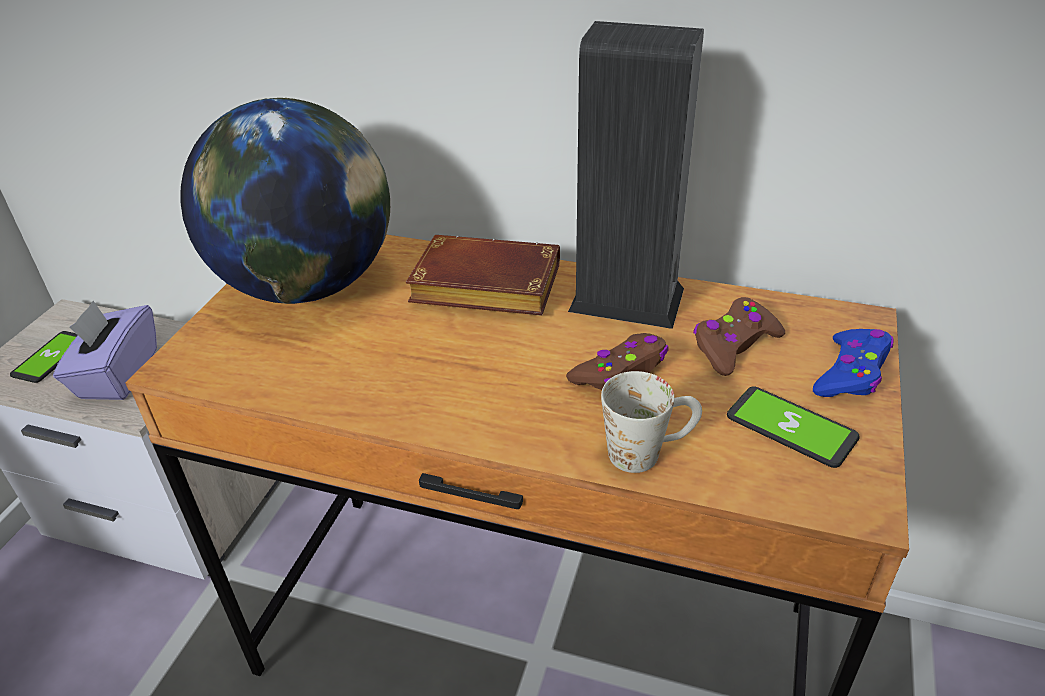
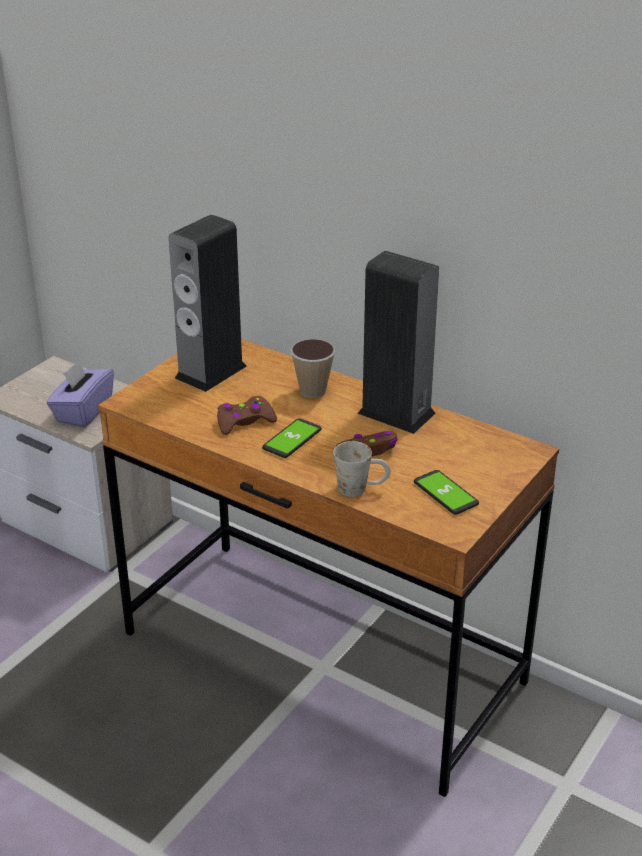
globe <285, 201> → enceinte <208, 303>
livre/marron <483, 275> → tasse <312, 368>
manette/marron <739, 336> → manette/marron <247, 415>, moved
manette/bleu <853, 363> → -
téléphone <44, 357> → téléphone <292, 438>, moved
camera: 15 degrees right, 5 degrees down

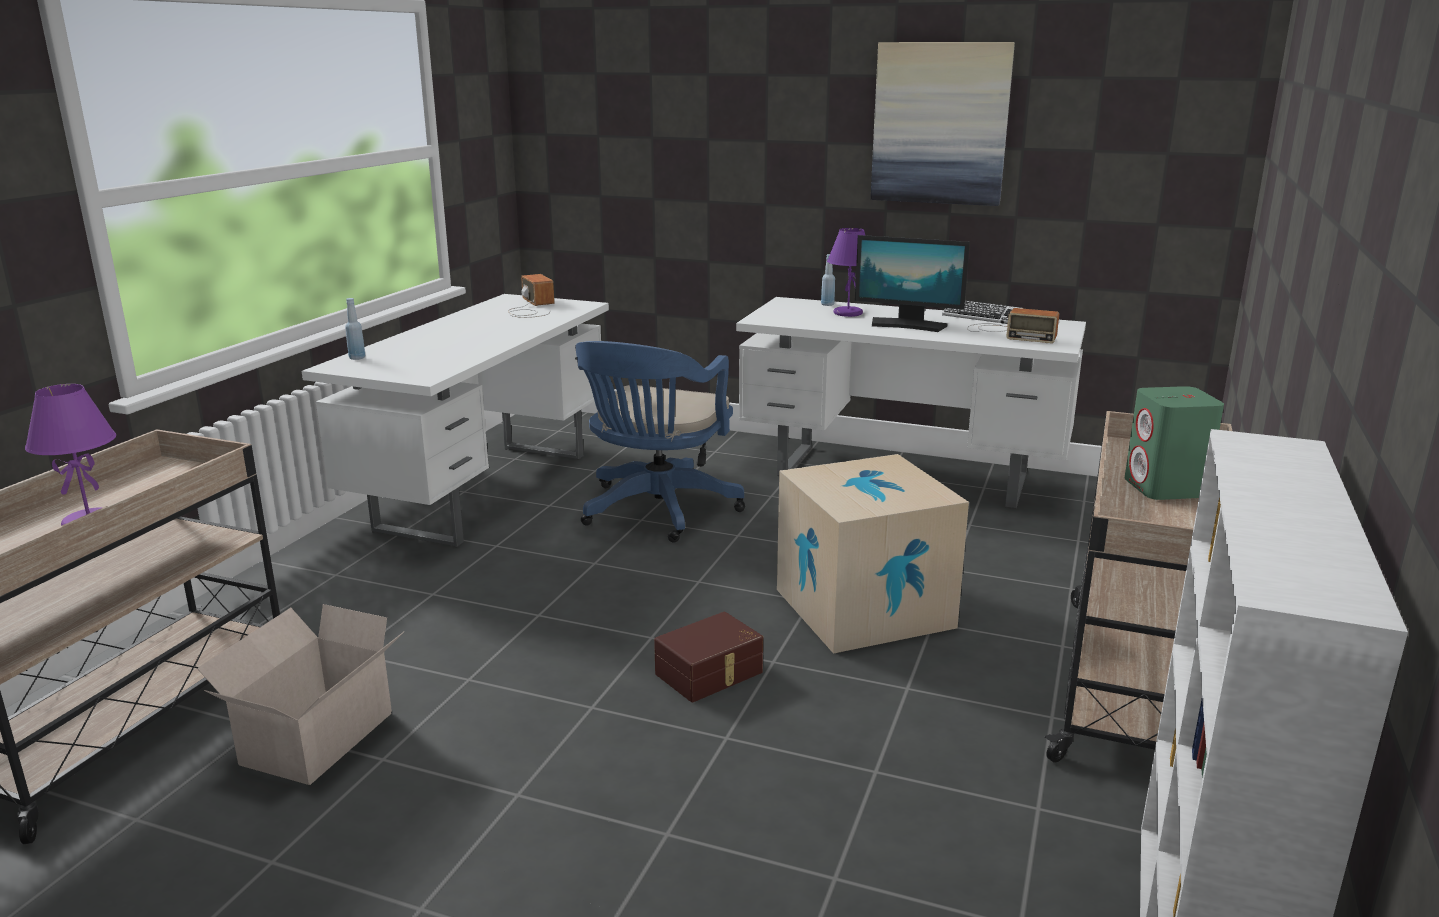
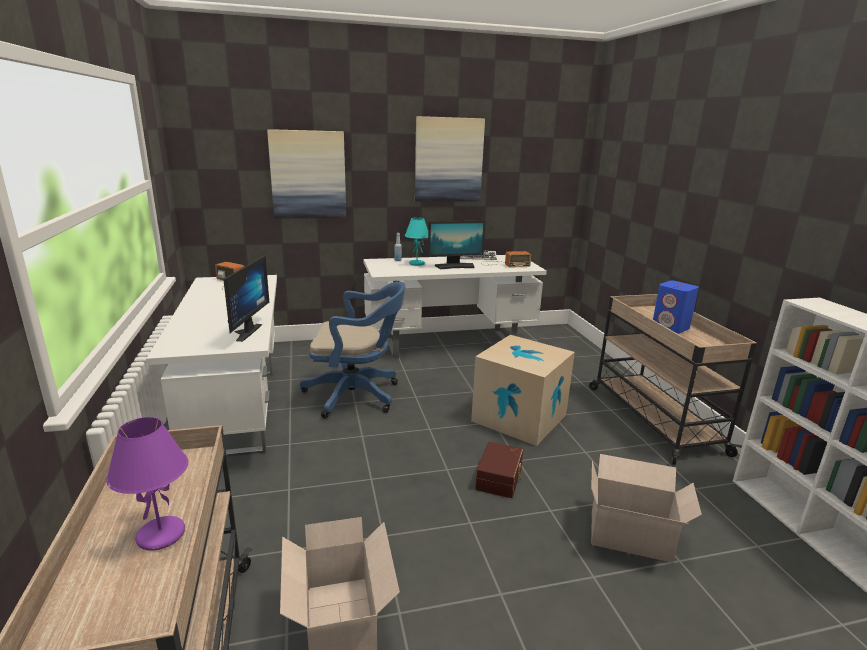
lampe de table/violet <846, 272> → lampe de table/turquoise <416, 241>
bouteille/bleu <355, 329> → -
chaise de bureau/bleu <660, 441> → chaise de bureau/bleu <353, 350>, 75 degrees counterclockwise
enceinte/vert <1174, 443> → enceinte/bleu <676, 307>
- → tableau <306, 174>
- → écran d'ordinateur <246, 298>
- → carton <646, 508>
camera: 35 degrees left, 0 degrees up

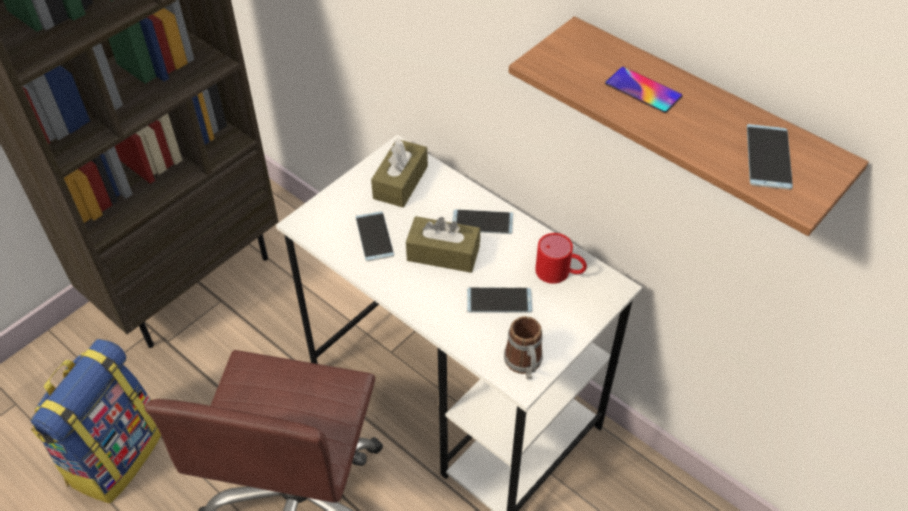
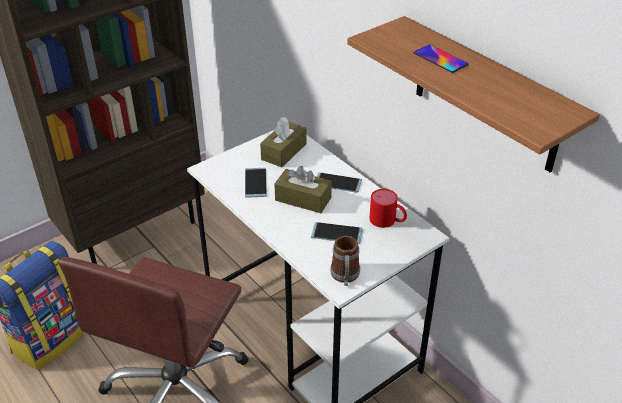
téléphone <770, 157> → -
camera: 10 degrees right, 10 degrees down

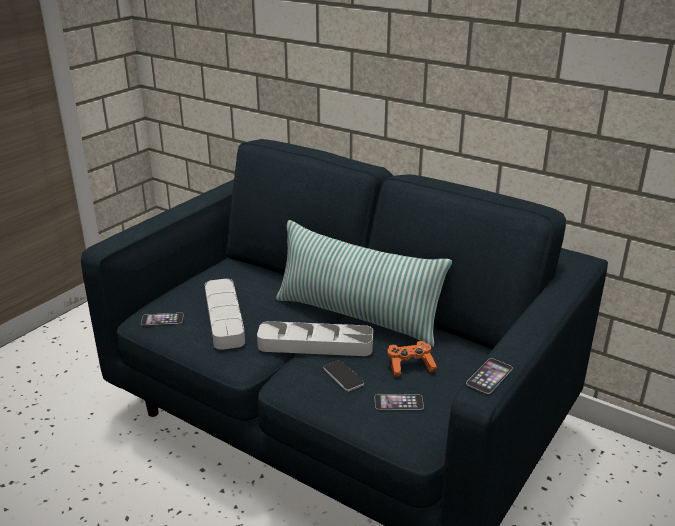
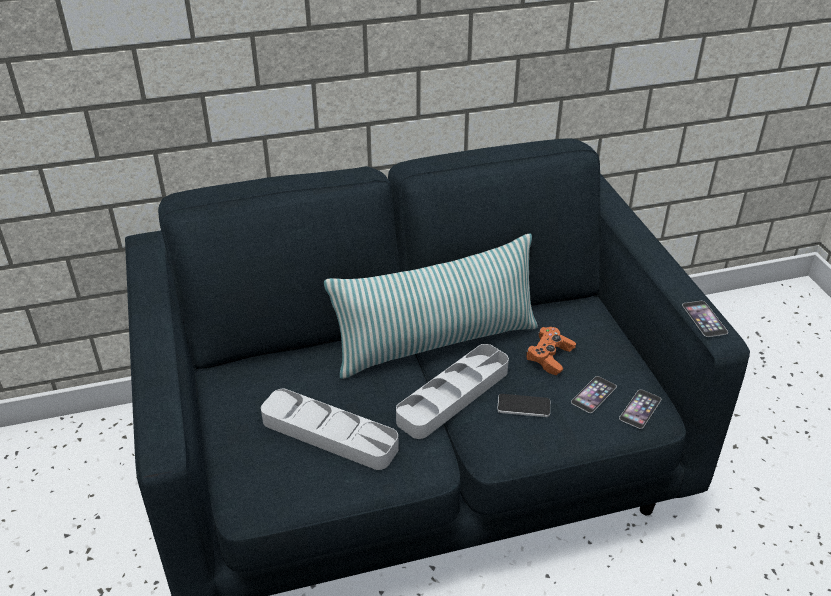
téléphone <162, 319> → téléphone <640, 409>, moved
camera: 50 degrees left, 10 degrees up

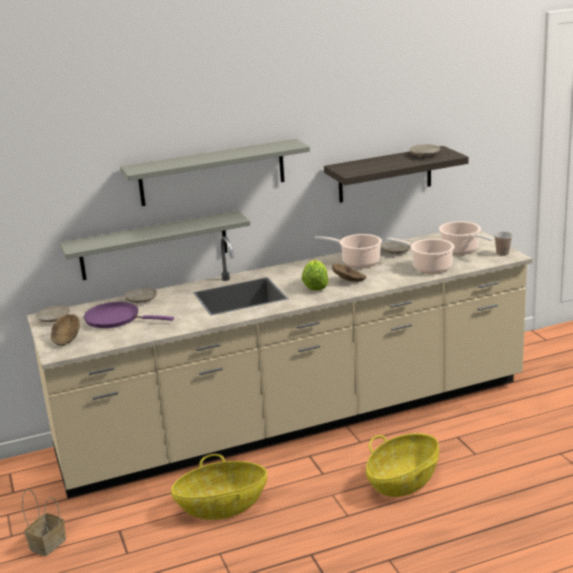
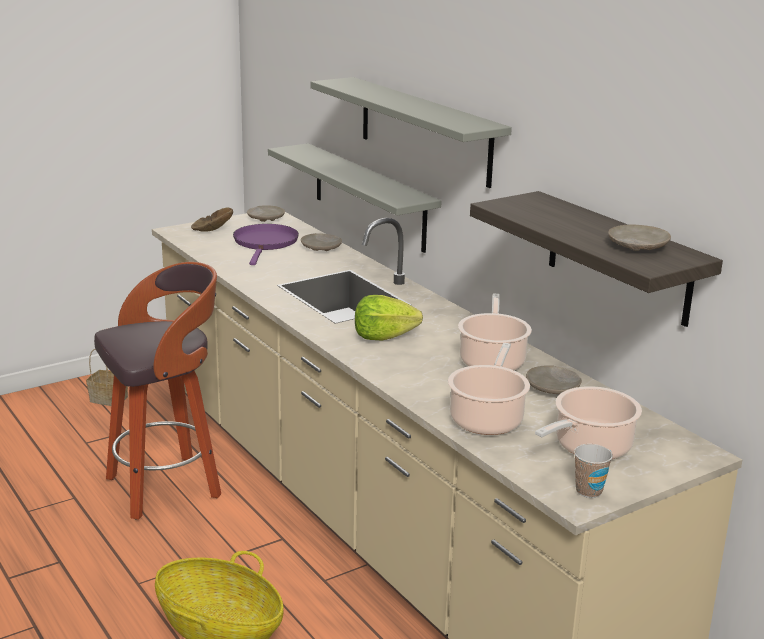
bol/marron <349, 272> → -
panier <219, 487> → tabouret <157, 391>
camera: 75 degrees right, 0 degrees up

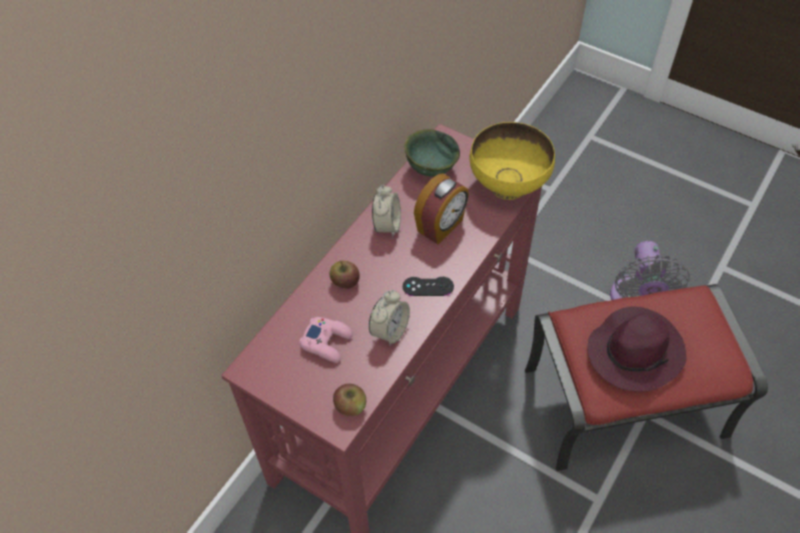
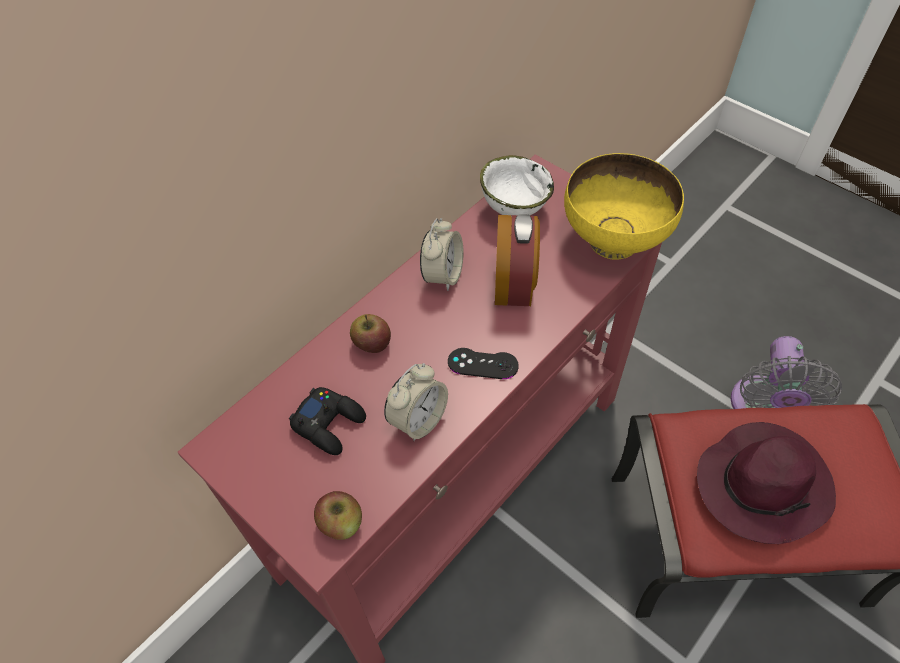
bol/vert <432, 153> → bol/blanc <517, 186>
réveil <441, 208> → réveil <517, 260>, 45 degrees counterclockwise
manette/rose <326, 339> → manette/noir <327, 421>
camera: 10 degrees right, 0 degrees up

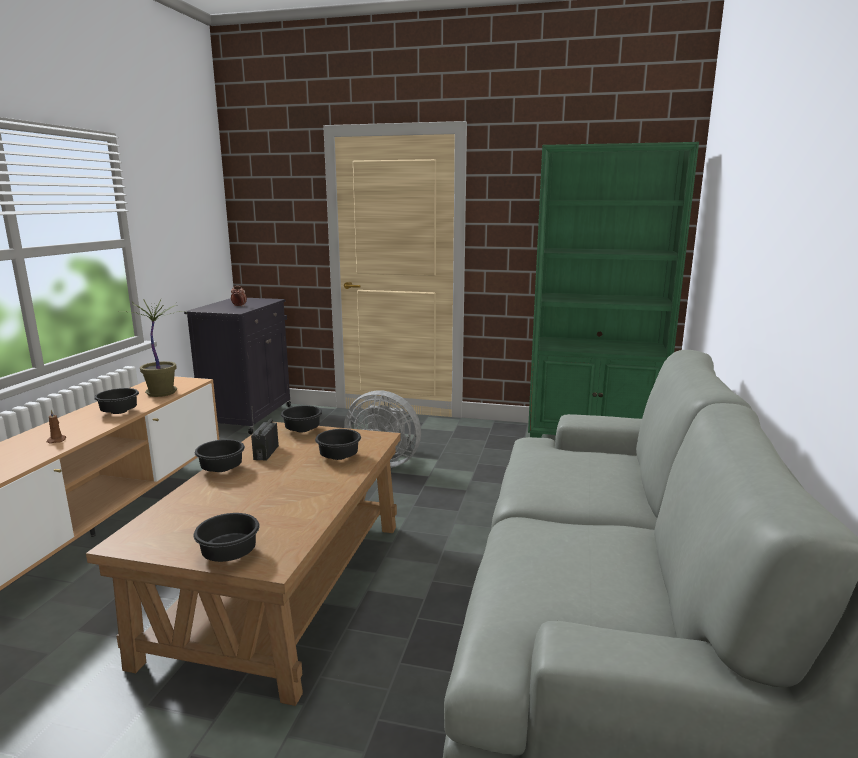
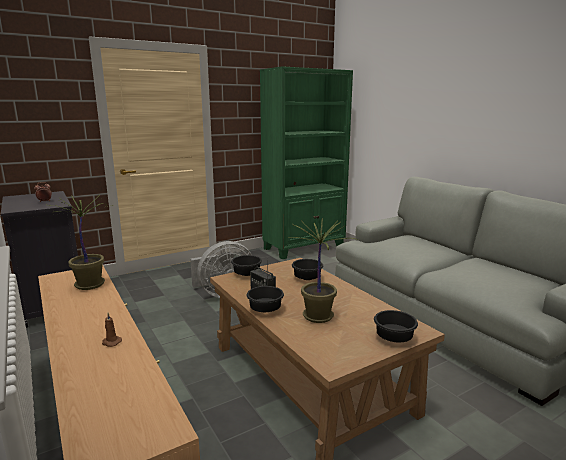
bol/noir <116, 401> → -
- → plante en pot <323, 270>
camera: 45 degrees left, 0 degrees up

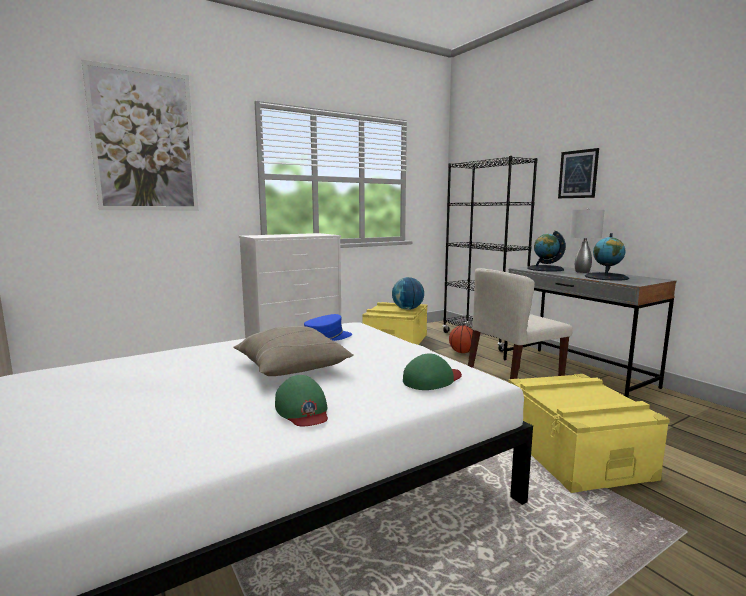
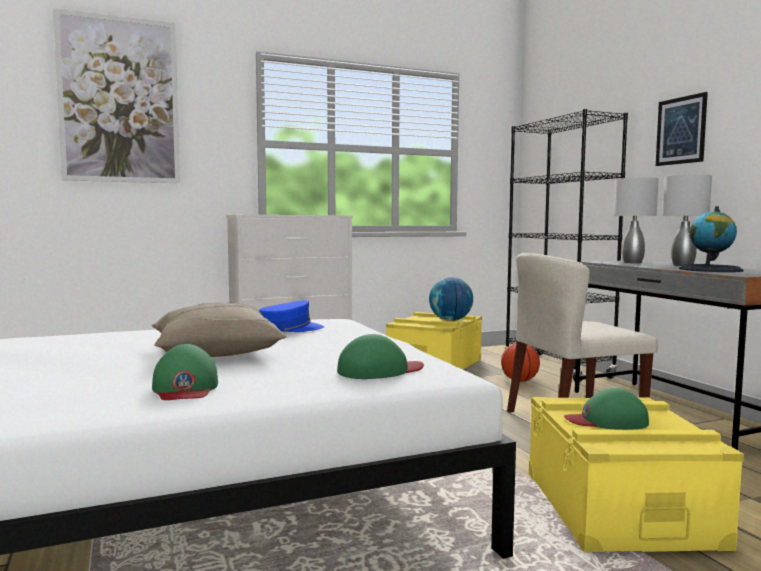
globe <546, 251> → lampe de table/gris <636, 220>
- → casquette/vert <606, 409>
camera: 10 degrees right, 5 degrees down

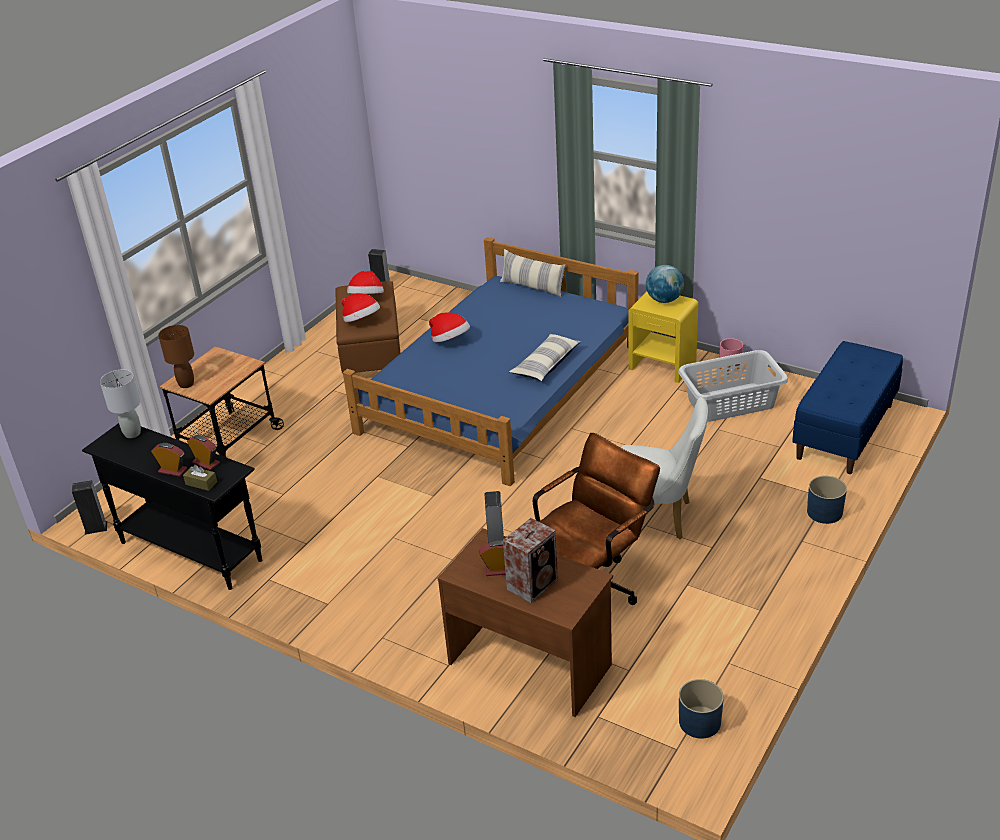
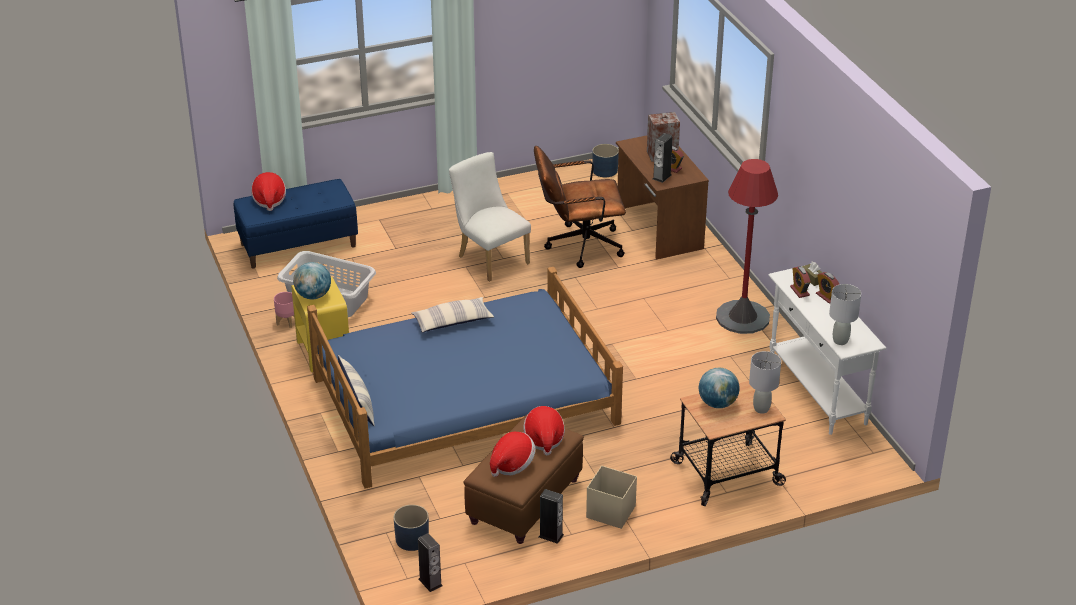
chapeau <449, 327> → chapeau <268, 191>, moved
lampe de table/marron <176, 356> → lampe de table/gris <765, 382>
table console/noir <172, 506> → table console/blanc <827, 350>
cache-pot/bleu <827, 500> → cache-pot/bleu <411, 528>, moved
enceinte <90, 507> → enceinte <551, 516>, moved
- → lampadaire/rouge <747, 246>
- → globe <719, 388>
- → boîte de rangement/beige <611, 497>
camera: 145 degrees left, 0 degrees up

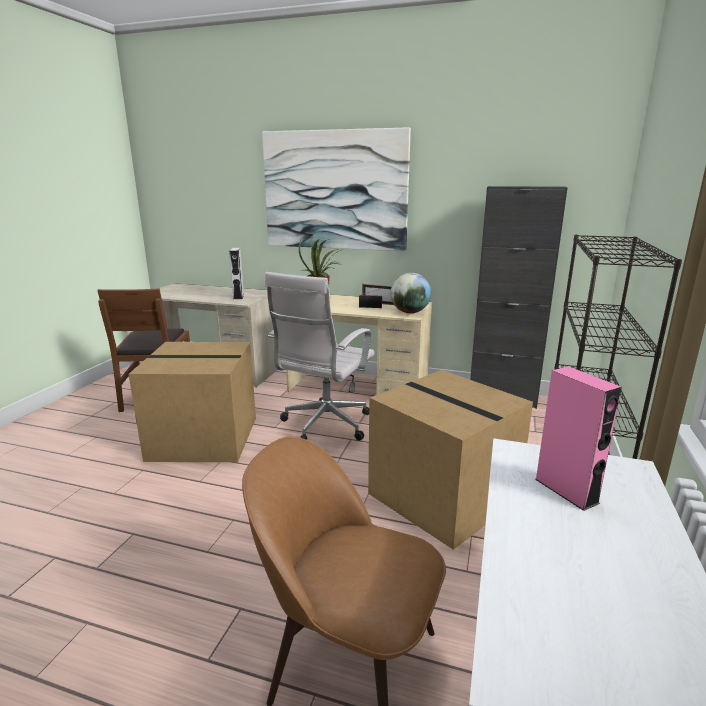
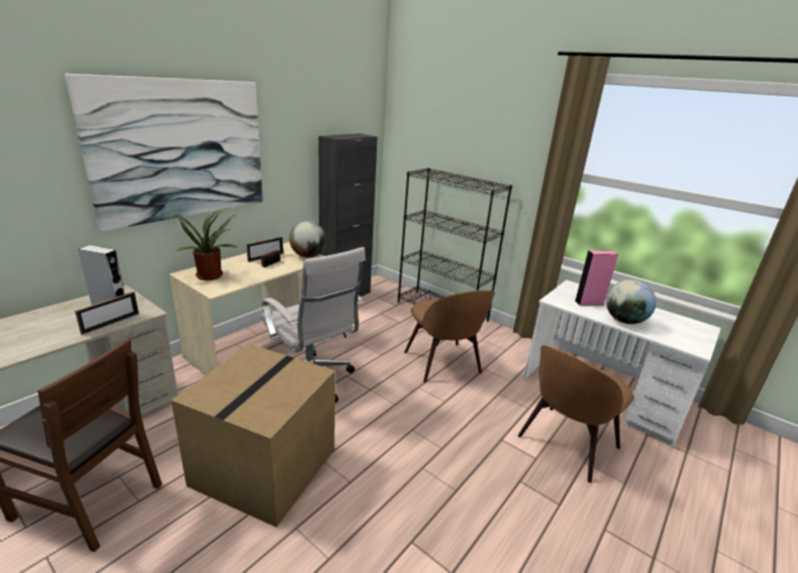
carton <450, 460> → chaise/marron <449, 336>
- → globe <631, 302>
- → cadre photo <107, 313>
camera: 70 degrees left, 5 degrees up

